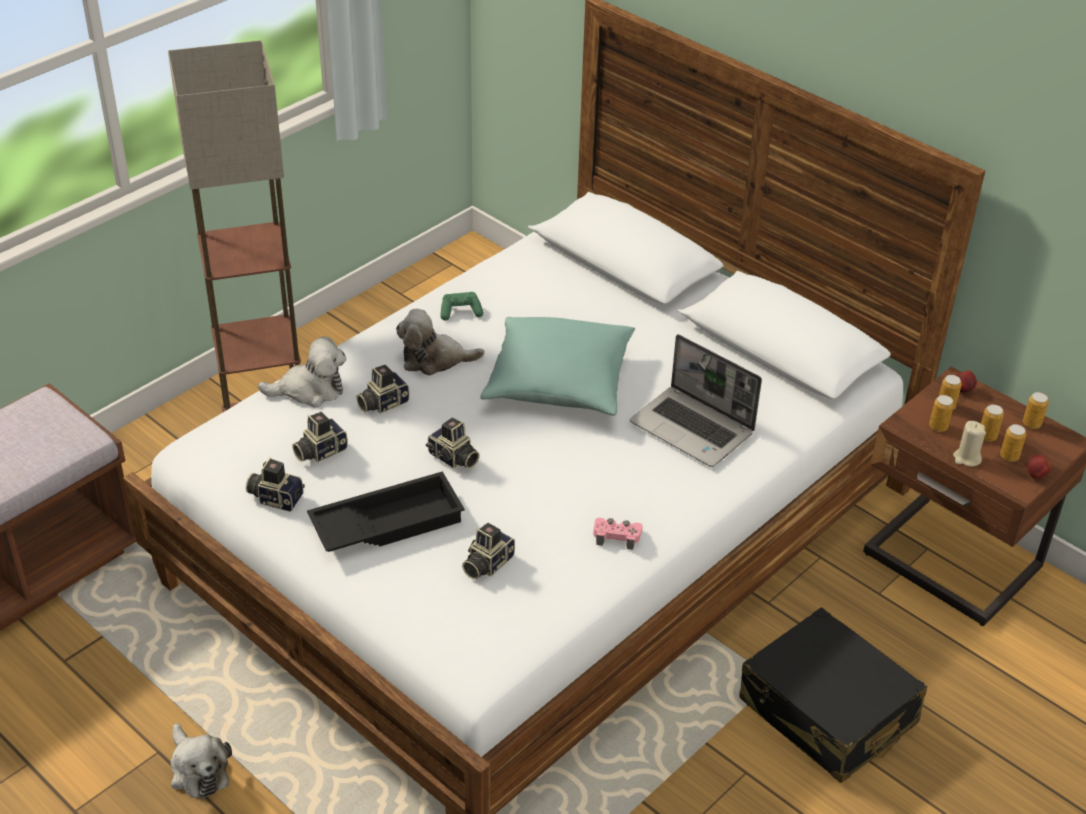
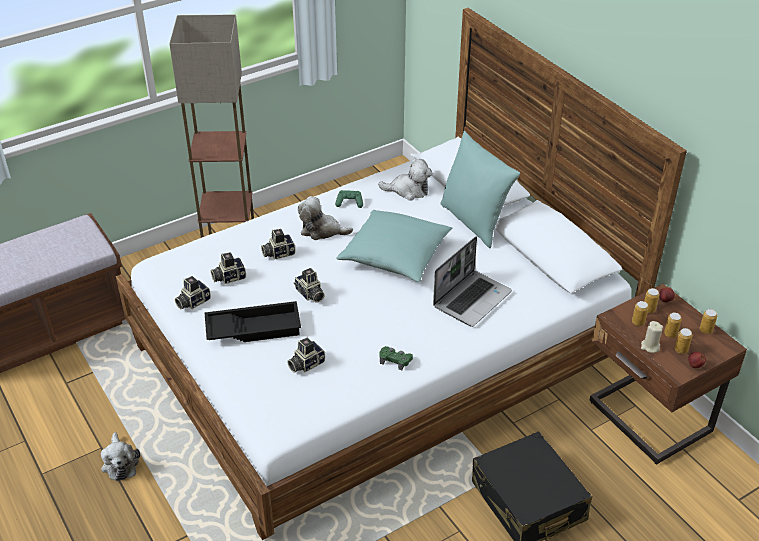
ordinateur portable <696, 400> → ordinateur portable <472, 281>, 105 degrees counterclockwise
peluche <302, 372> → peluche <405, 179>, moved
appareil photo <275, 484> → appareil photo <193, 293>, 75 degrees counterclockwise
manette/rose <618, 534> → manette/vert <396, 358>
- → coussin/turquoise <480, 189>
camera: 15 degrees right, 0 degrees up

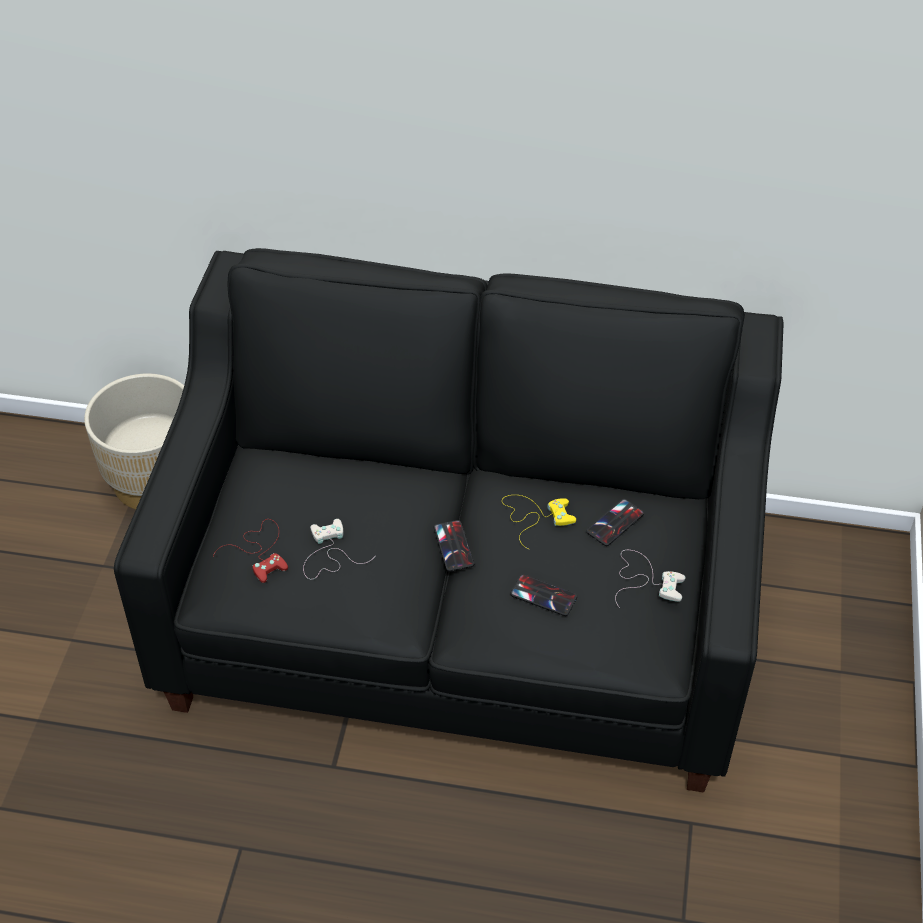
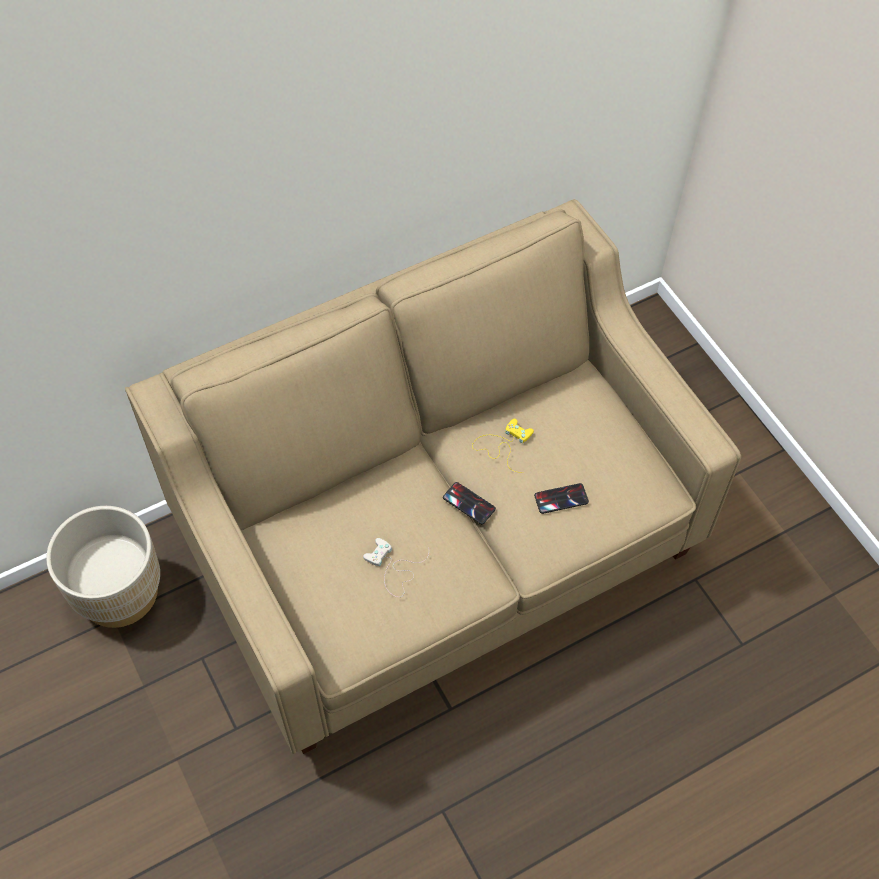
canapé/noir <448, 520> → canapé/beige <433, 476>
téléphone <615, 522> → -
manette/rouge <250, 551> → -
manette/blanc <650, 579> → -
camera: 40 degrees left, 10 degrees up

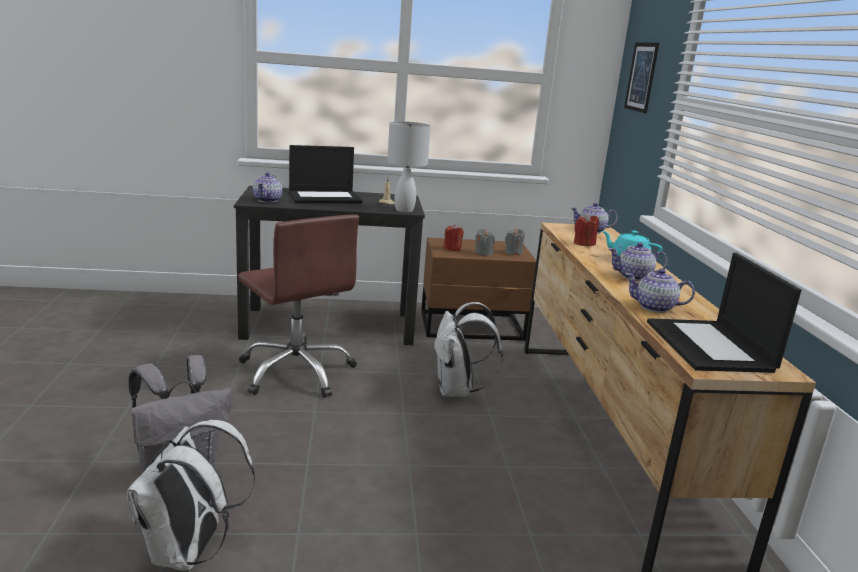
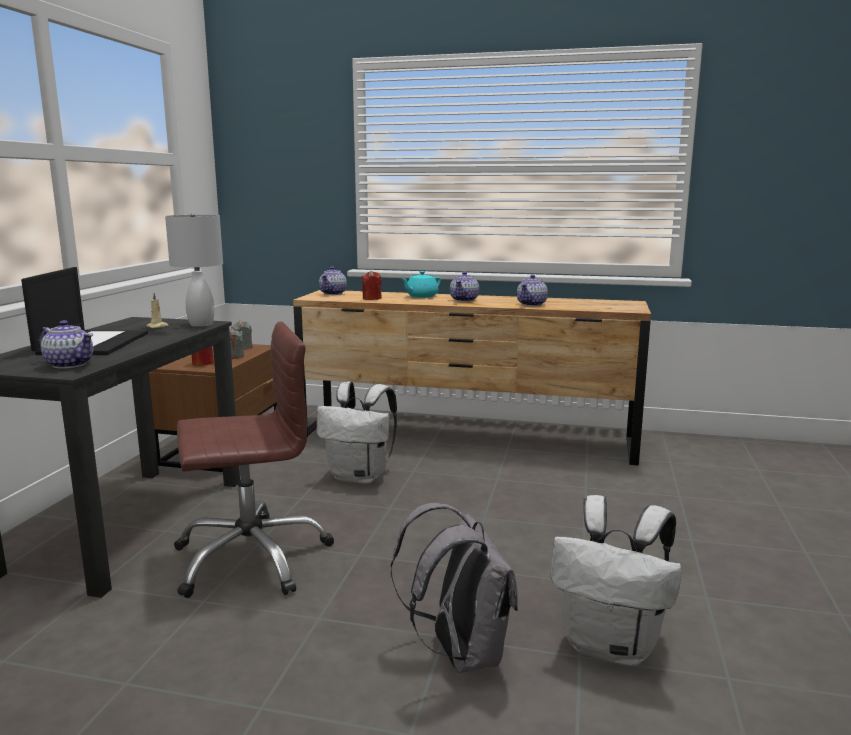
tableau <641, 78> → -
ordinateur portable <724, 313> → -
camera: 70 degrees left, 5 degrees down

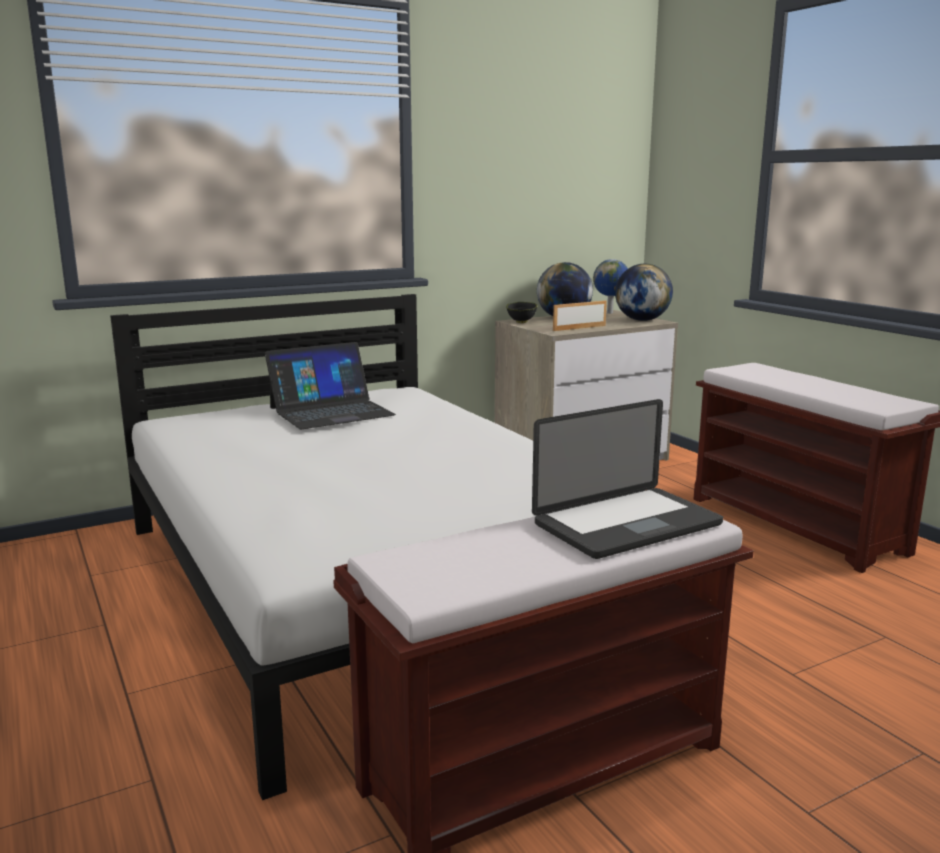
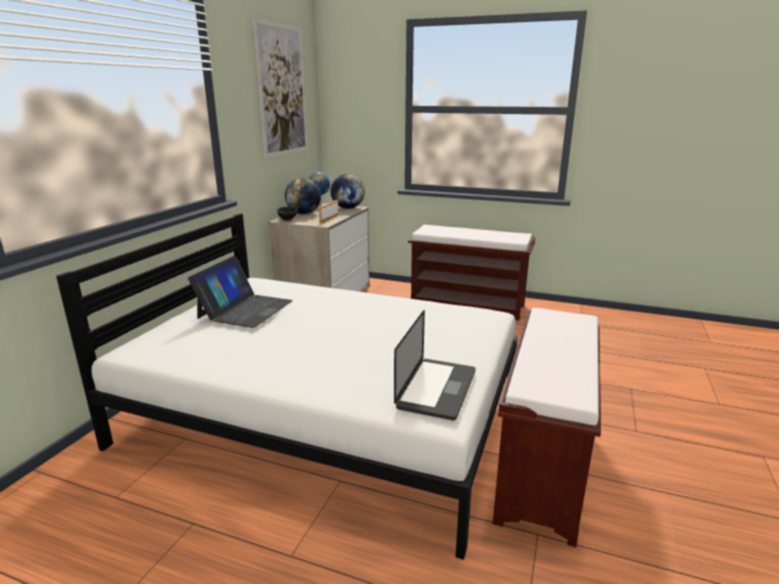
ordinateur portable <627, 479> → ordinateur portable <435, 365>, moved
- → tableau <280, 88>
camera: 40 degrees left, 5 degrees up

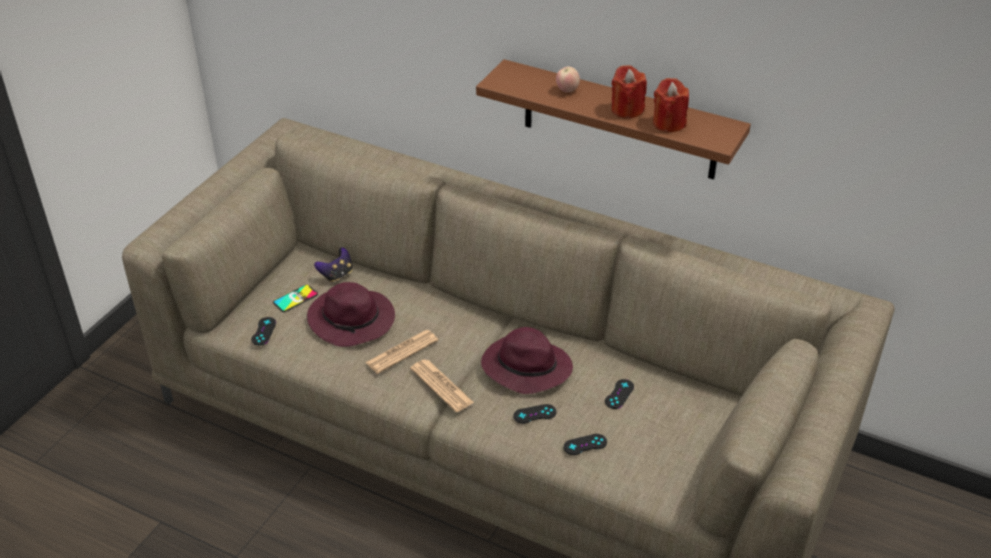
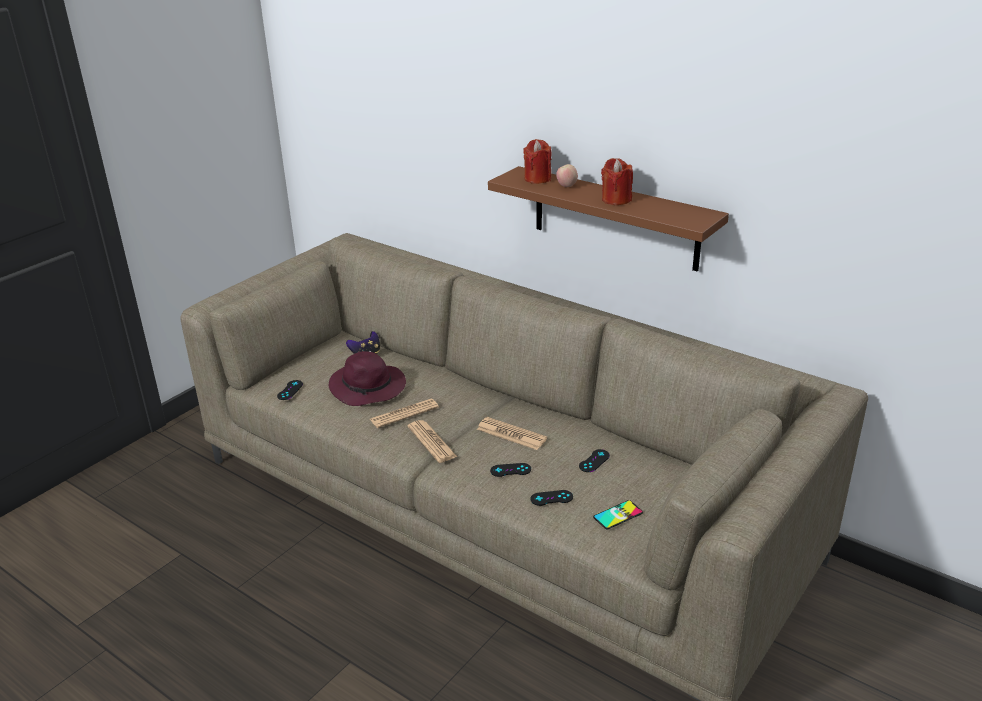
bougie/rouge <671, 105> → bougie/rouge <537, 161>, moved
téléphone <295, 298> → téléphone <618, 514>, moved
chapeau/violet <527, 360> → journal <512, 433>
camera: 10 degrees right, 10 degrees down

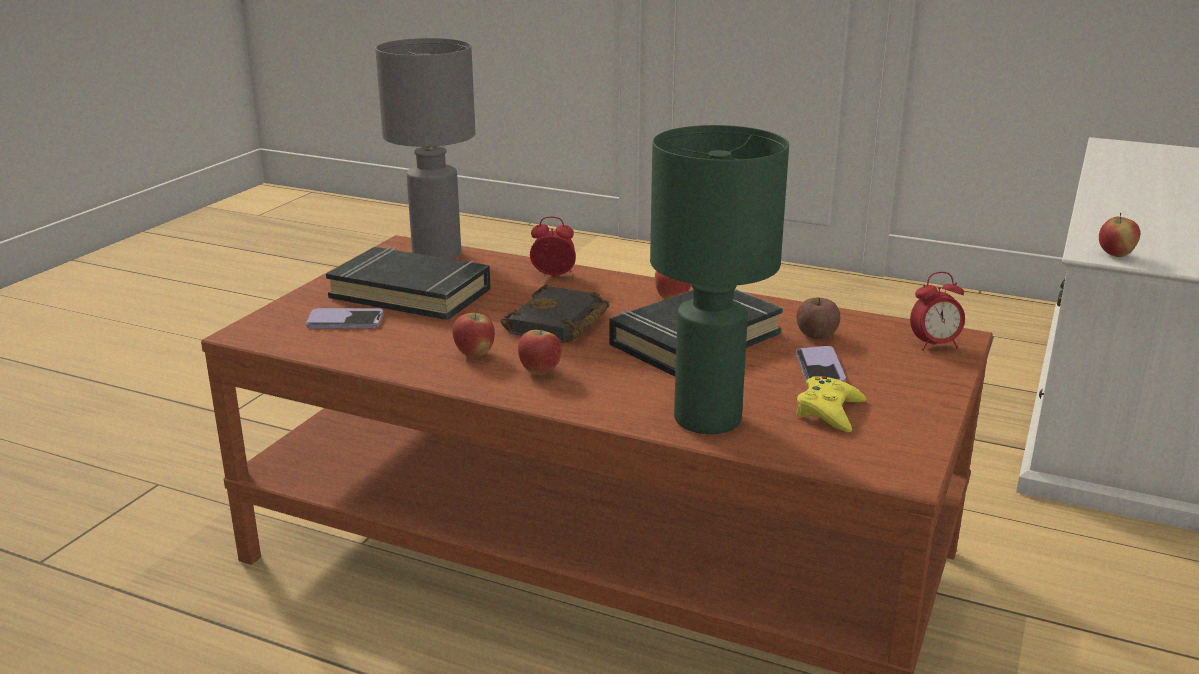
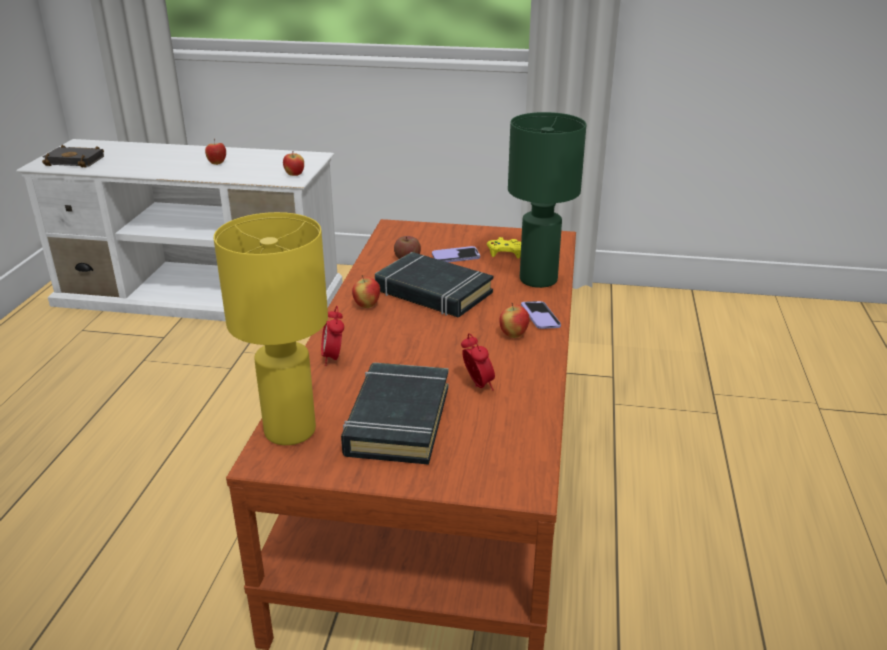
lampe de table/gris <425, 148> → lampe de table/jaune <271, 328>
réveil <937, 311> → réveil <478, 362>, moved
livre/noir <555, 313> → livre/noir <73, 156>, moved
téléphone <344, 318> → téléphone <541, 315>, moved
pomme <473, 332> → pomme <215, 152>, moved
camera: 105 degrees left, 5 degrees up

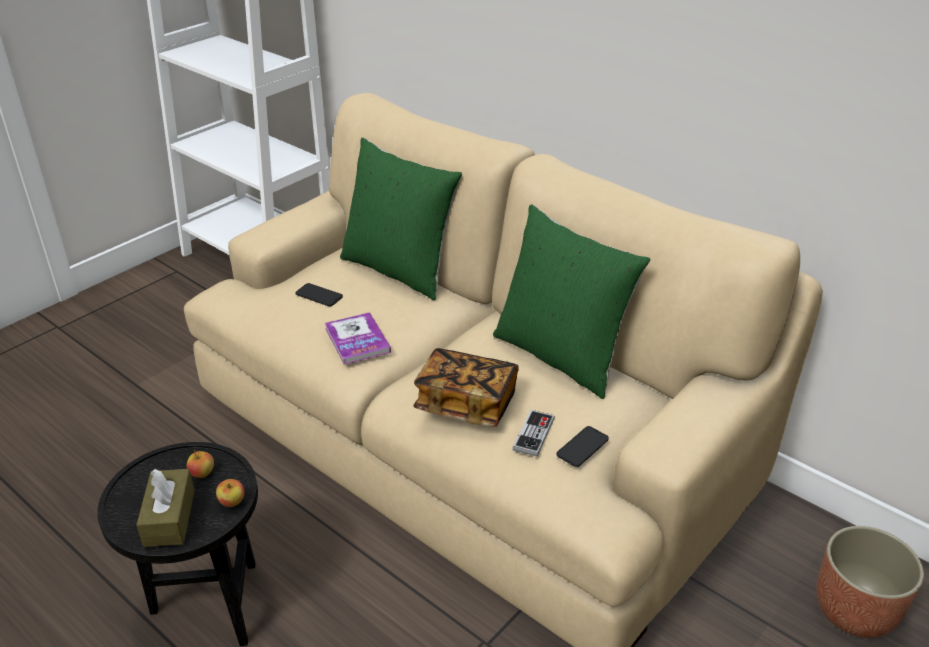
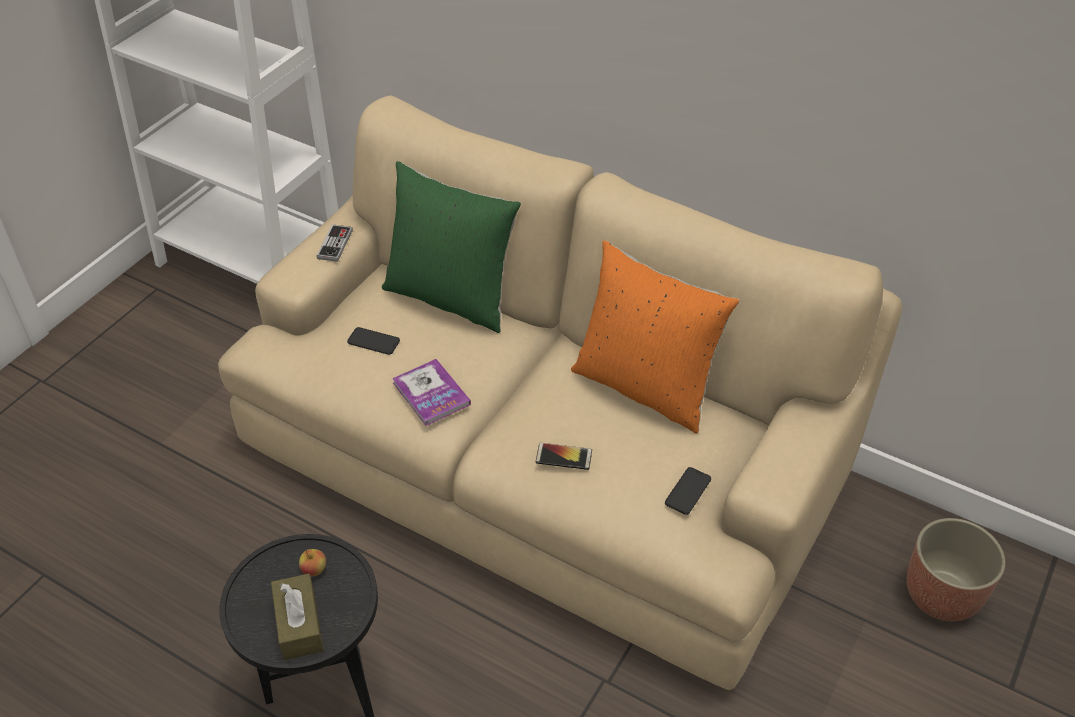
coussin/vert <572, 302> → coussin/orange <655, 336>
livre <466, 387> → téléphone <564, 456>
manette <533, 433> → manette <335, 243>, moved
pomme <230, 493> → -
camera: 10 degrees left, 10 degrees up

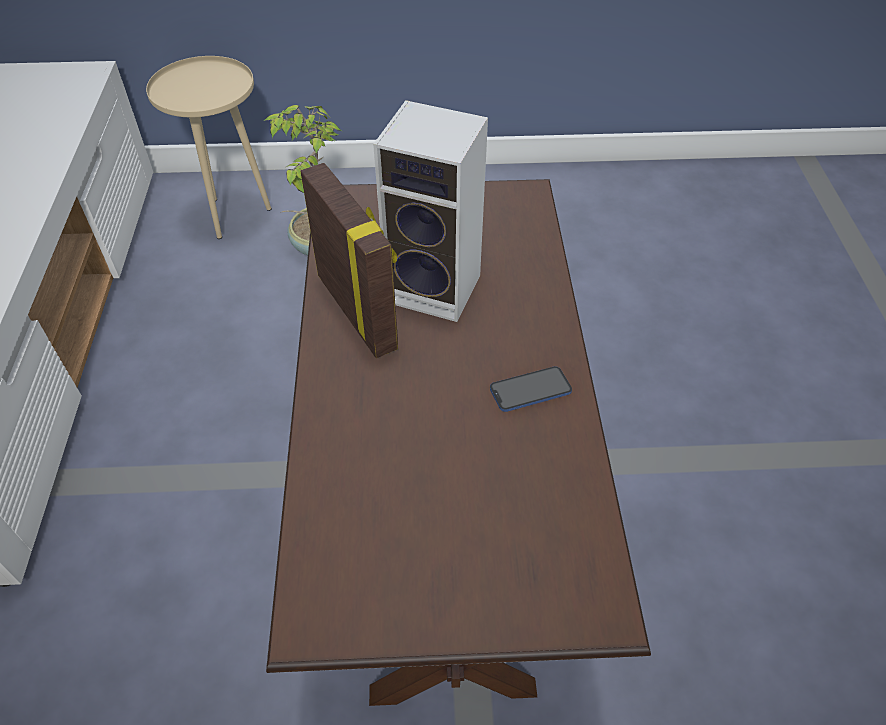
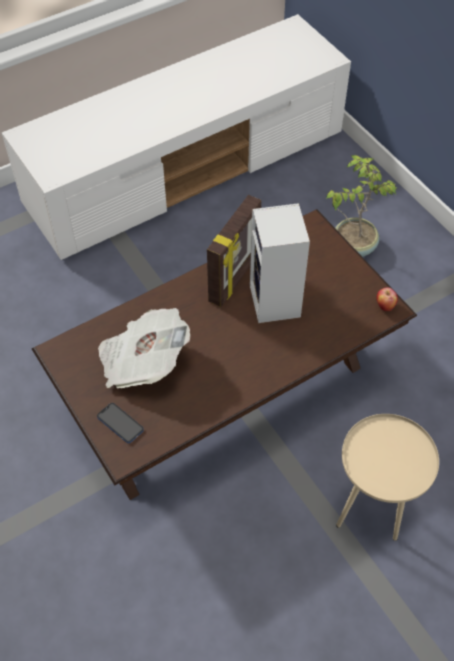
table d'appoint/beige <209, 147> → table d'appoint/beige <387, 477>, moved
téléphone <531, 389> → téléphone <120, 423>, moved
- → pomme <387, 299>
- → journal <144, 348>
camera: 60 degrees right, 5 degrees up

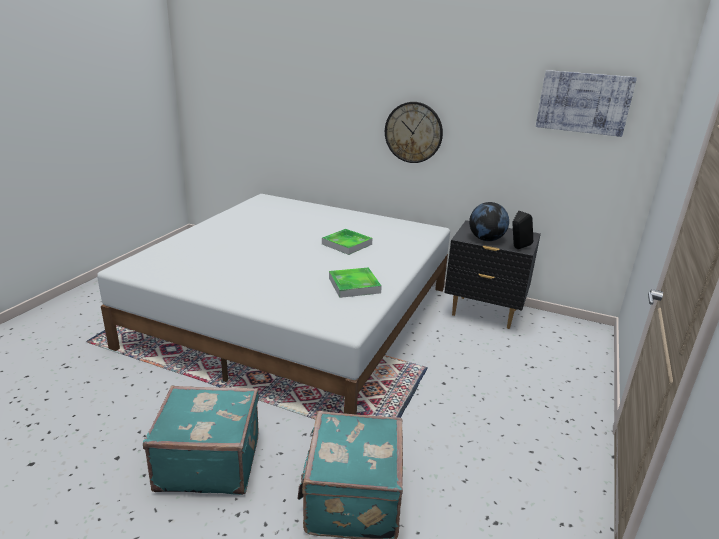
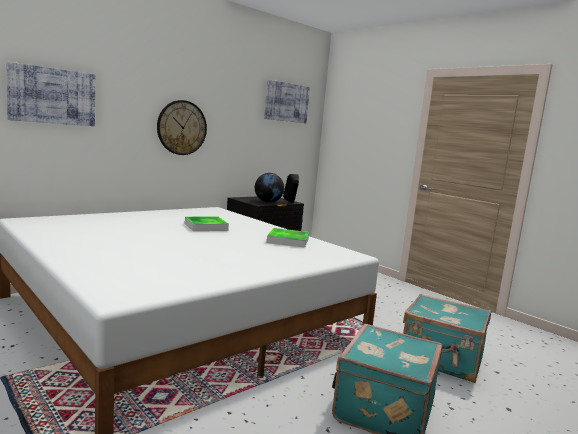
- → tableau <50, 94>
camera: 65 degrees left, 15 degrees down

